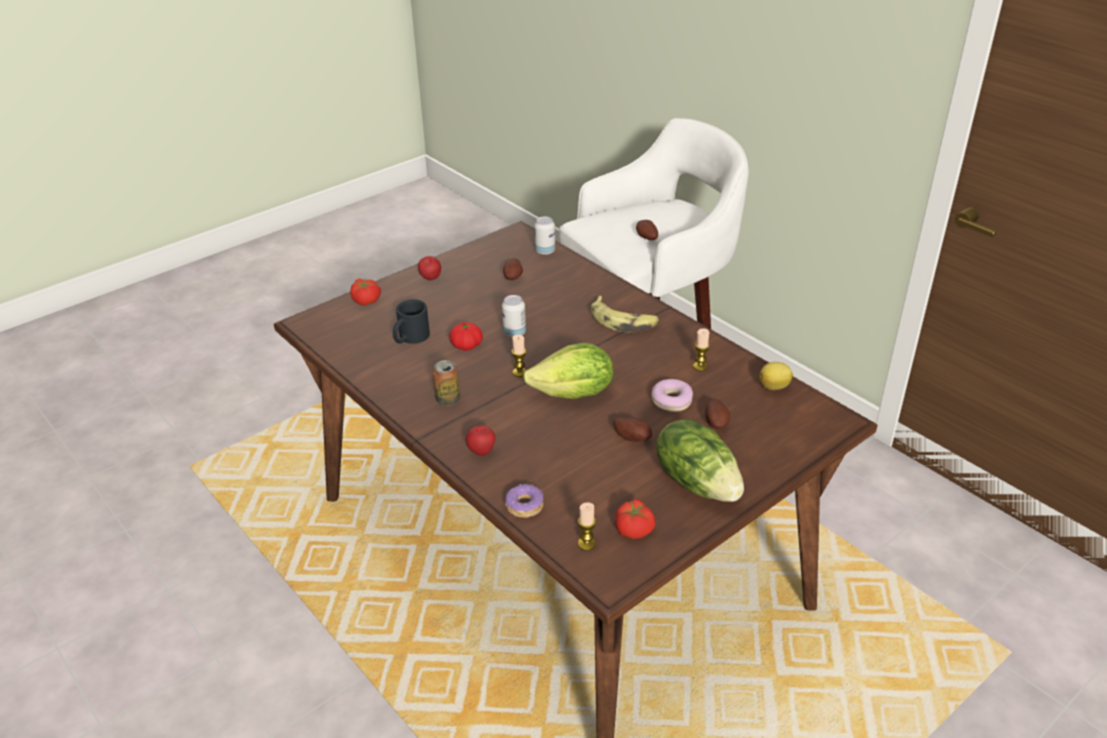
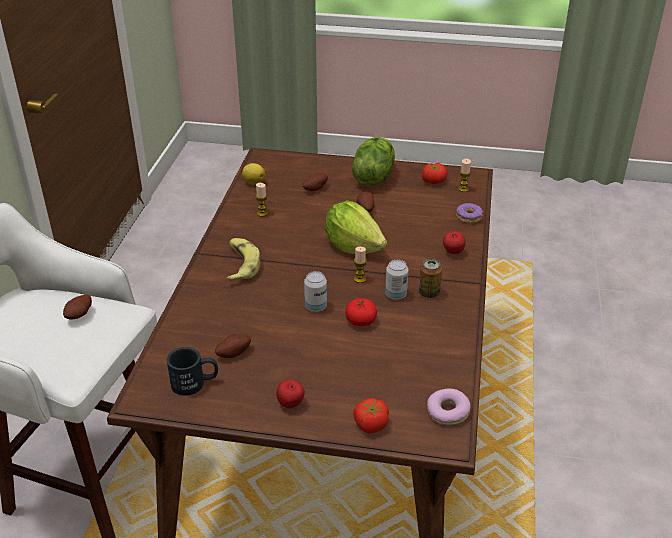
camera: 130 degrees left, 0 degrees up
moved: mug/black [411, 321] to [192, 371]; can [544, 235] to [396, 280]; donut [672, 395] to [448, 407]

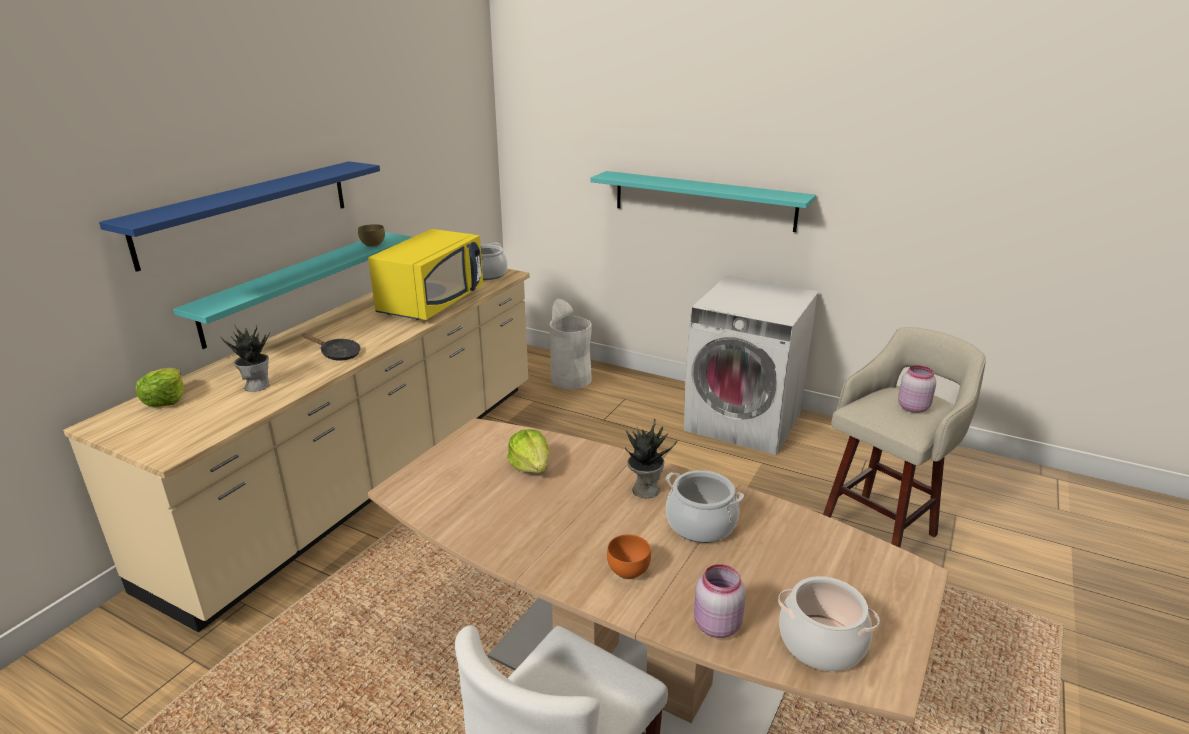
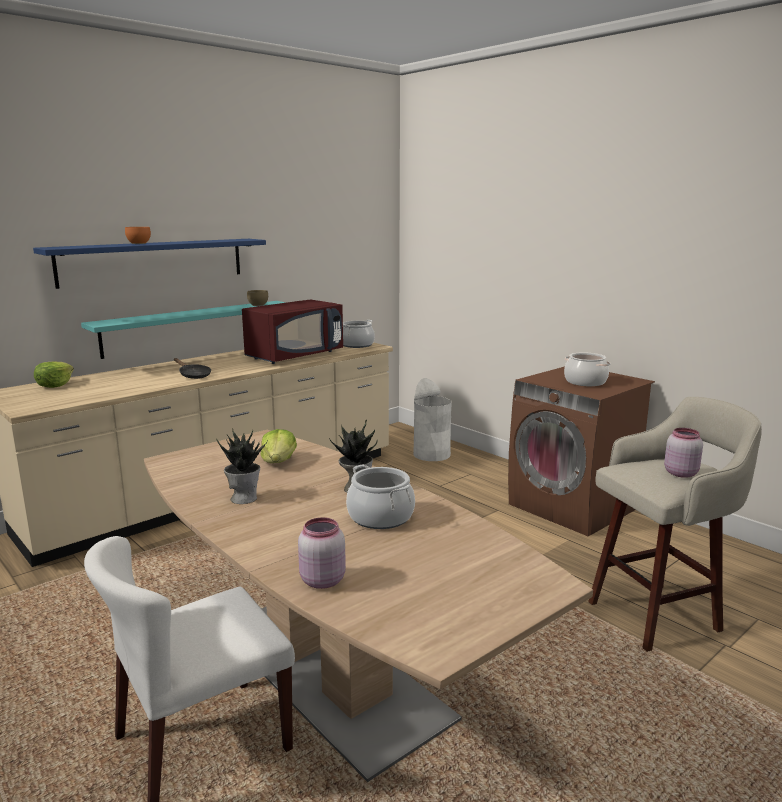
camera: 20 degrees right, 10 degrees down
removed: shelf/turquoise [703, 201]
moved: potted plant [245, 358] to [242, 466]; bowl/orange [629, 556] to [138, 235]; cooking pot [829, 623] to [587, 369]
recoloured: microwave/yellow [425, 274] to microwave/red [292, 332]; washing machine/white [751, 365] to washing machine/brown [581, 451]

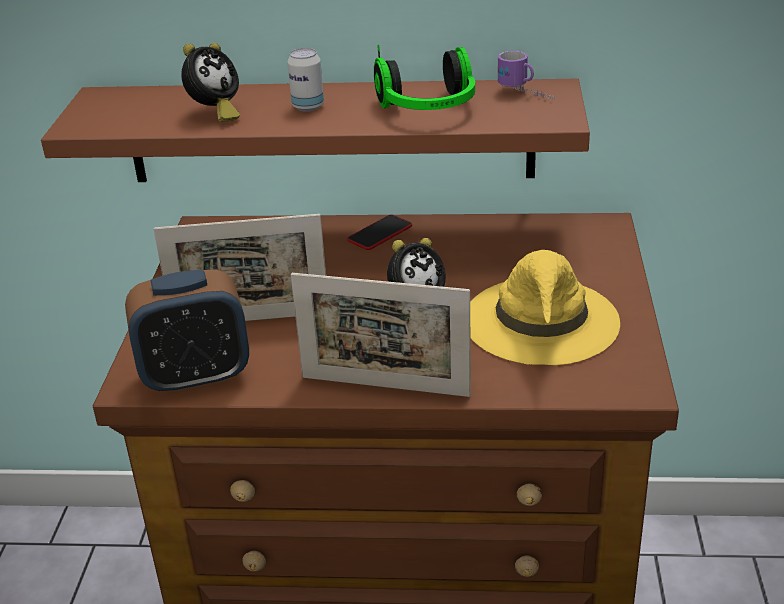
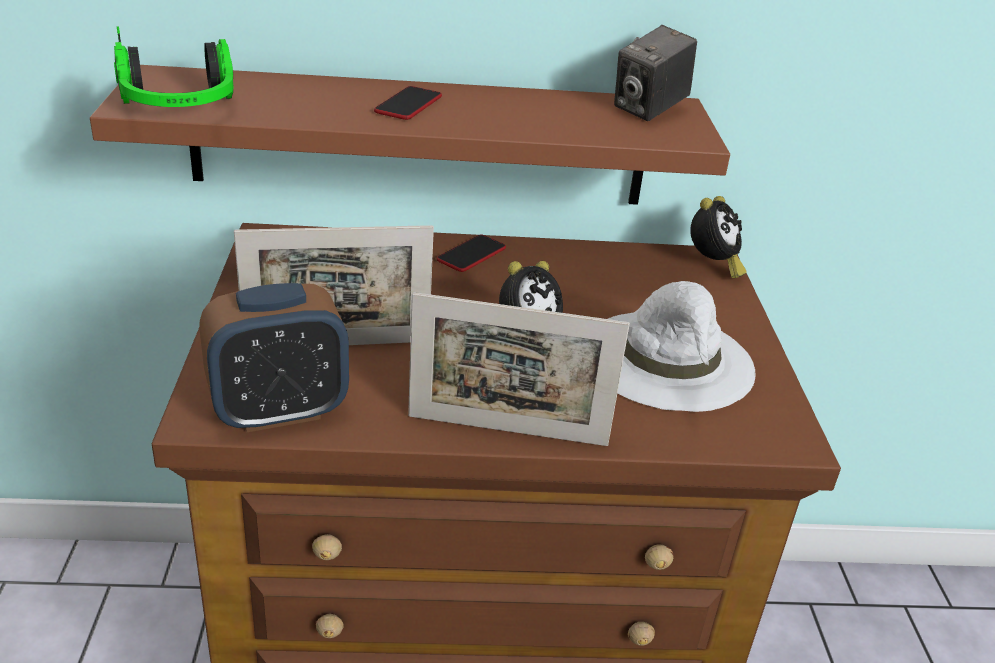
camera: 10 degrees left, 0 degrees up
moved: alarm clock [210, 82] to [718, 237]; headphones [424, 77] to [174, 67]
replaced: can [305, 80] to phone [408, 103]; mug [526, 76] to photo camera [655, 73]
recoloured: hat/yellow [545, 307] to hat/white [681, 346]

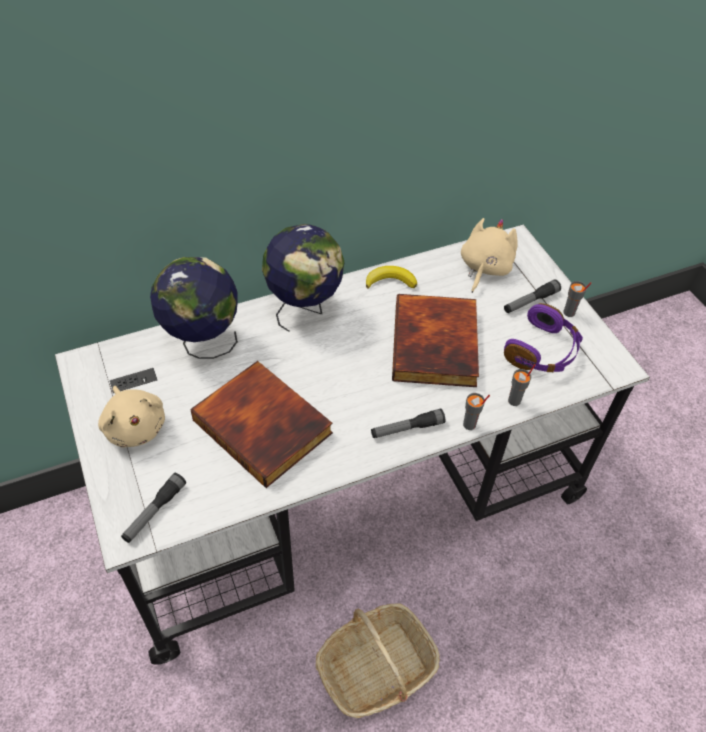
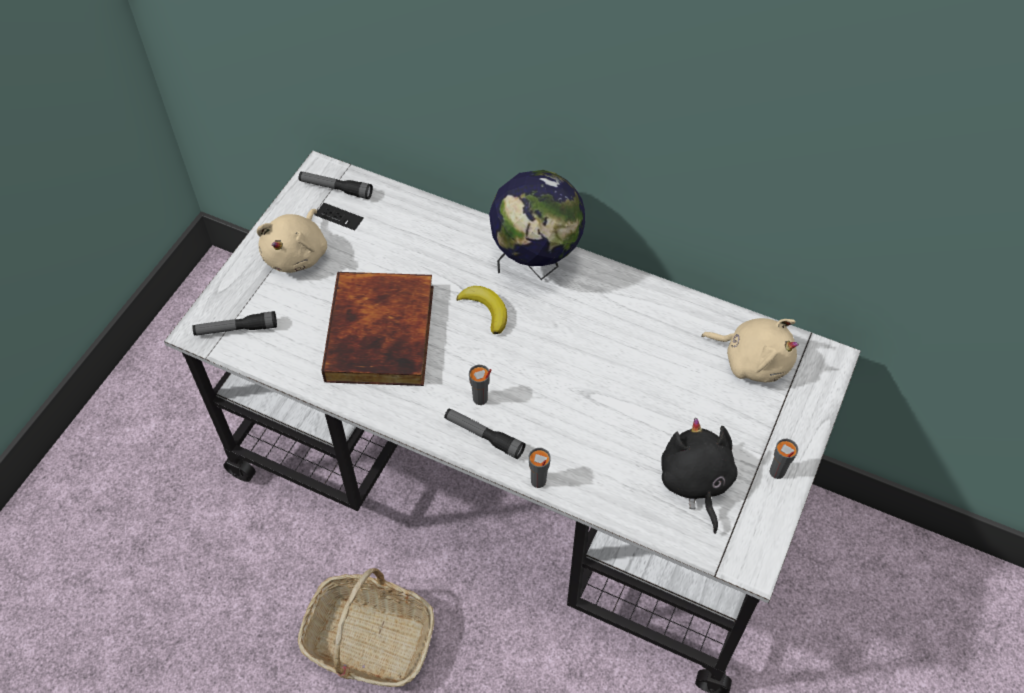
camera: 50 degrees right, 5 degrees up
removed: globe [194, 308]; book [435, 340]
moved: banana [391, 277] to [482, 310]; flashlight [532, 296] to [336, 185]; cup/grey [522, 385] to [480, 385]
replaced: headphones/purple [543, 337] to plush toy/black [699, 476]
turned: plush toy/beige [489, 255] = [750, 350] 45 degrees clockwise

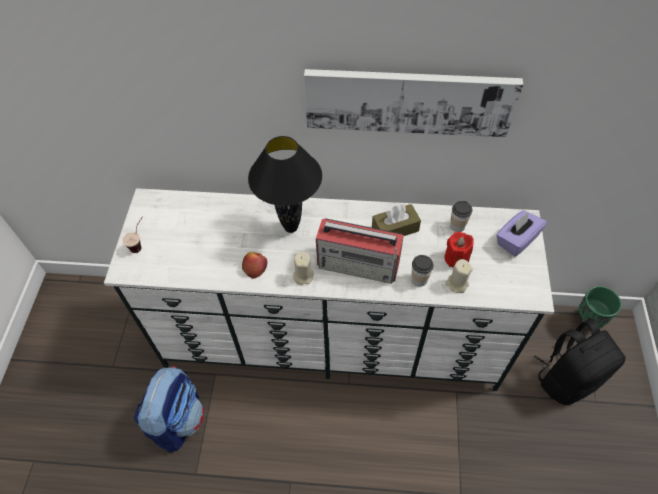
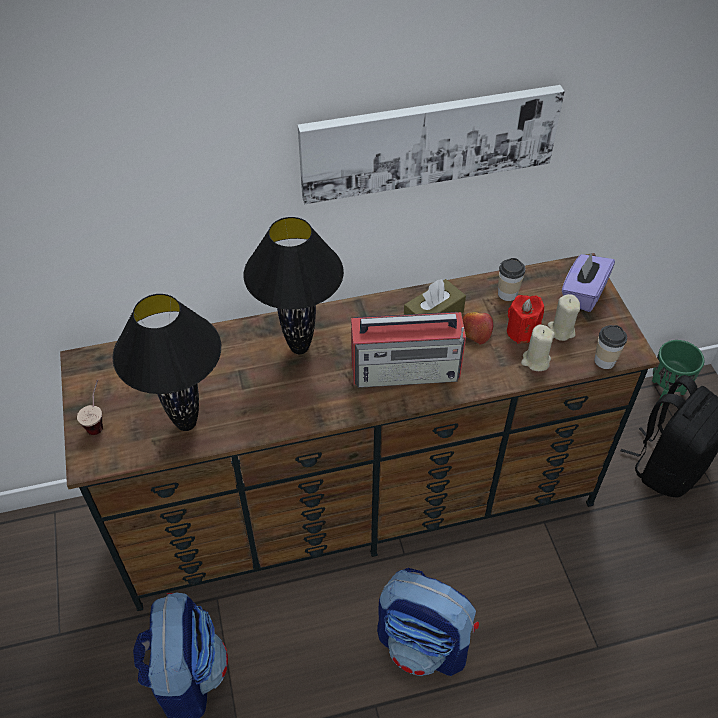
camera: 20 degrees left, 5 degrees down
added: table lamp/black [166, 362]; backpack [428, 622]
moved: apple [254, 265] to [477, 328]; candle/beige [303, 268] to [564, 317]; cup [423, 271] to [610, 347]
recoloured: dresser/white [329, 289] to dresser/brown [360, 432]

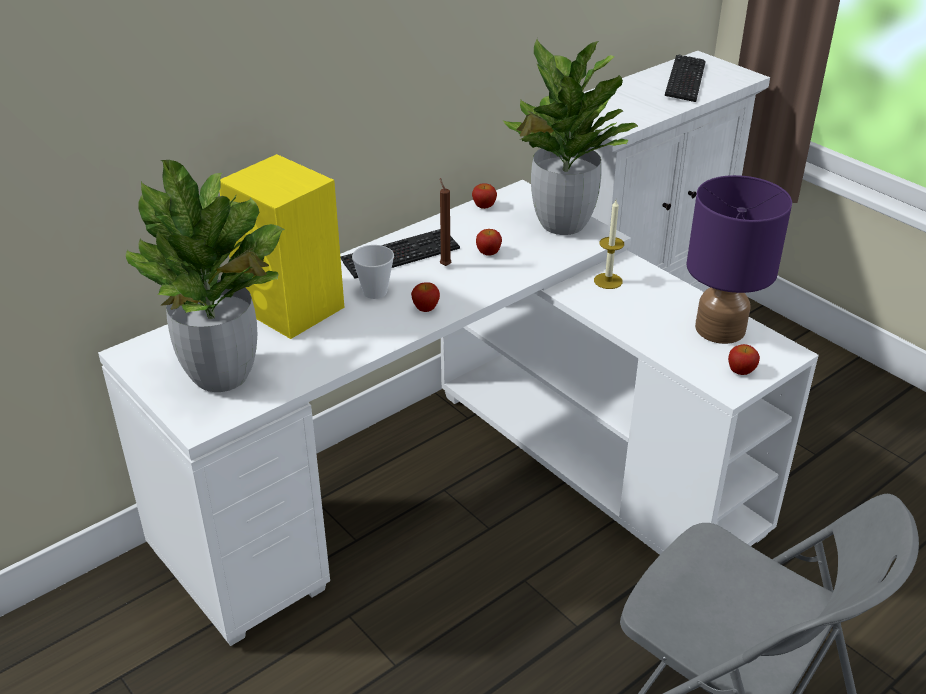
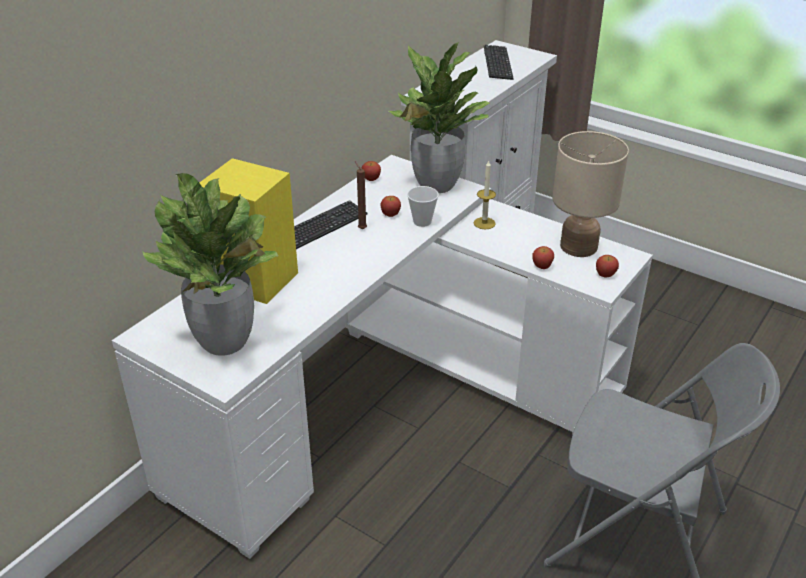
camera: 15 degrees left, 0 degrees up
moved: cup [373, 272] to [423, 206]; apple [425, 297] to [543, 257]
recoloured: table lamp/purple [739, 259] to table lamp/beige [590, 194]

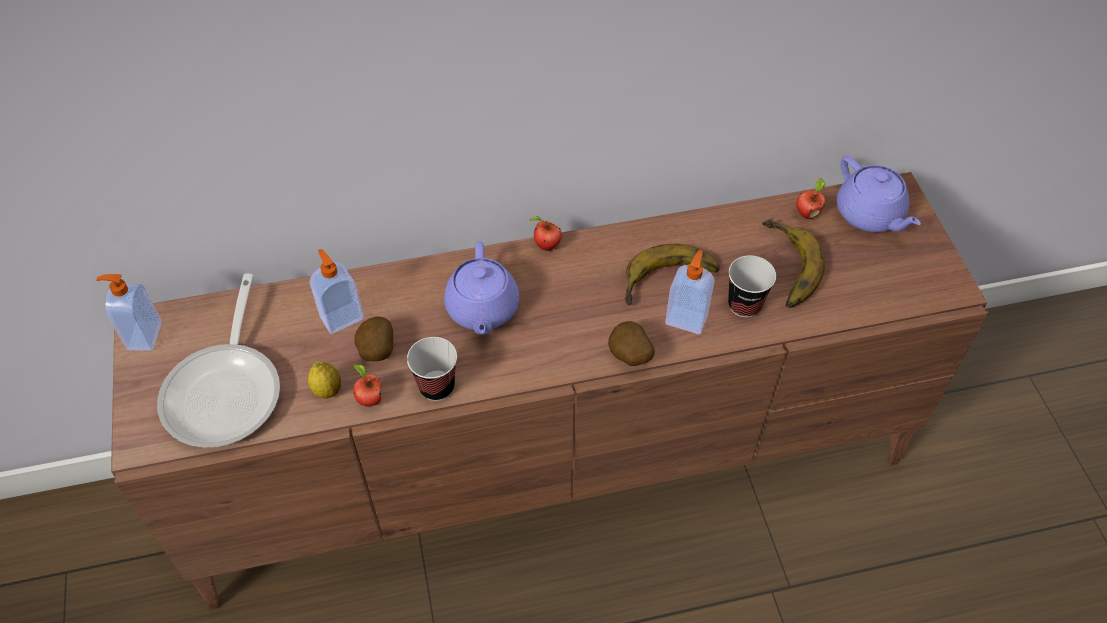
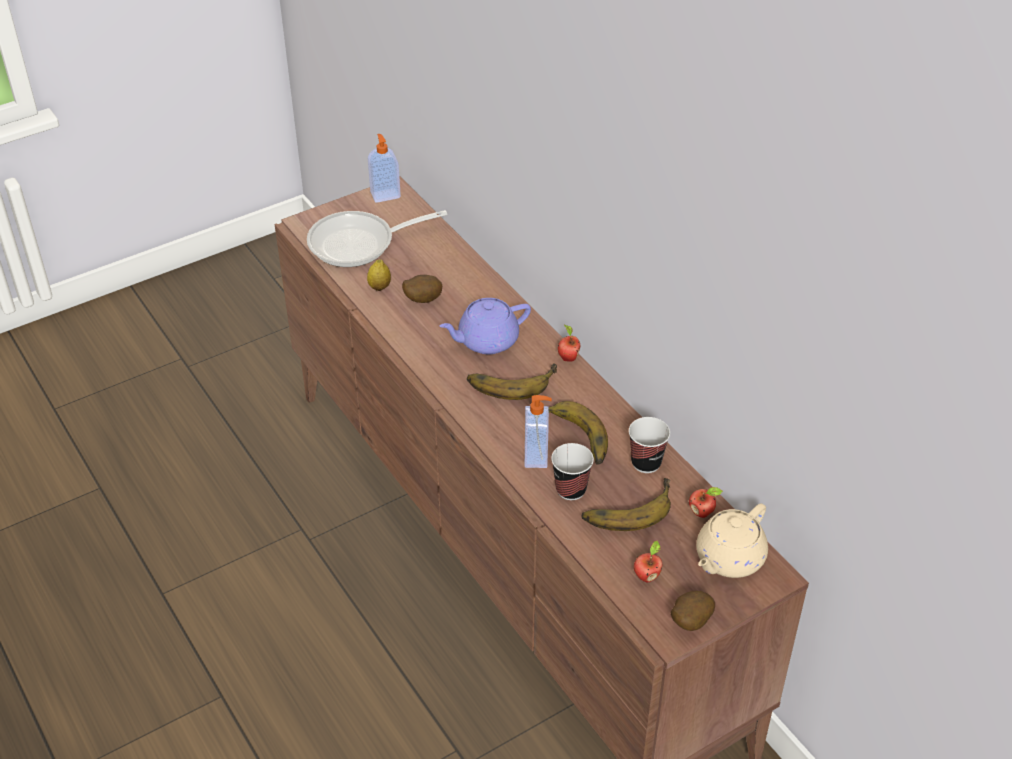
camera: 70 degrees right, 10 degrees down
removed: soap dispenser [337, 291]
added: banana [512, 381]
moved: apple [367, 385] to [648, 561]; cup [432, 369] to [649, 445]; potato [631, 343] to [693, 611]
recoloured: teapot/purple [879, 194] to teapot/beige [732, 540]

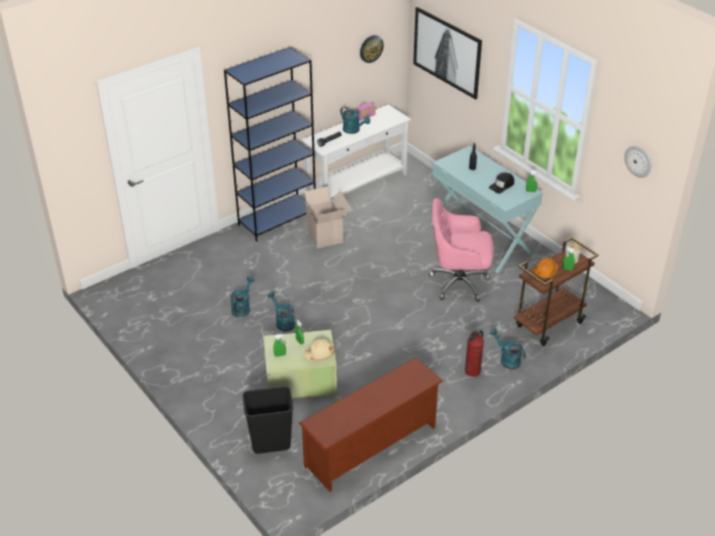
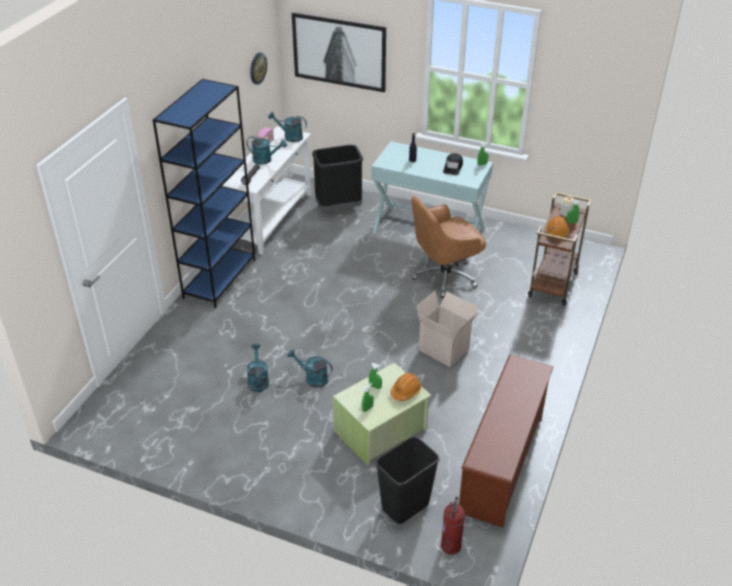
camera: 30 degrees left, 0 degrees up
removed: wall clock [637, 162]
added: trash can/black [337, 178]
moved: cardboard box [326, 217] to [447, 328]; fire extinguisher [474, 353] to [453, 526]; watering can/turquoise [508, 349] to [287, 127]
recoloured: hard hat/beige [319, 350] to hard hat/orange [405, 387]; office chair/pink [461, 249] to office chair/brown [448, 247]

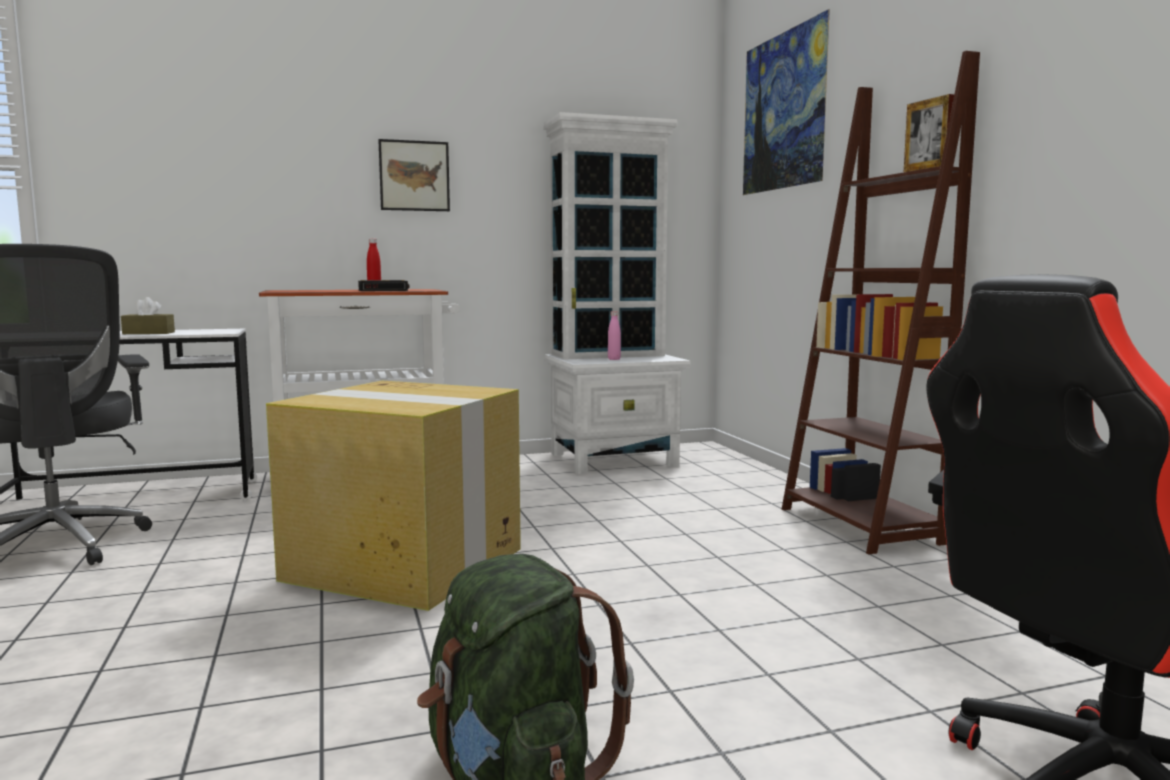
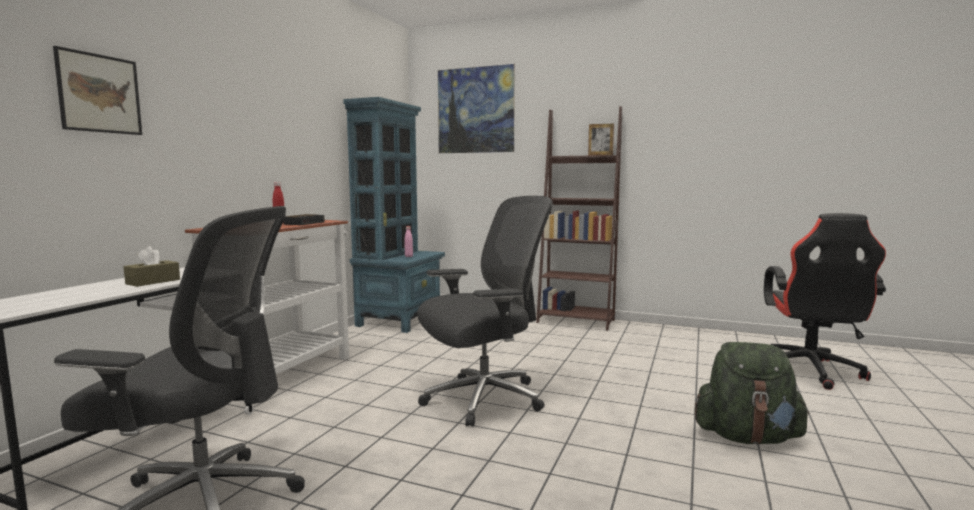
camera: 50 degrees left, 0 degrees up
moved: picture [414, 175] to [97, 90]
replaced: cardboard box [393, 496] to office chair [485, 311]
recoloured: cabinet/white [616, 293] to cabinet/blue [394, 215]

